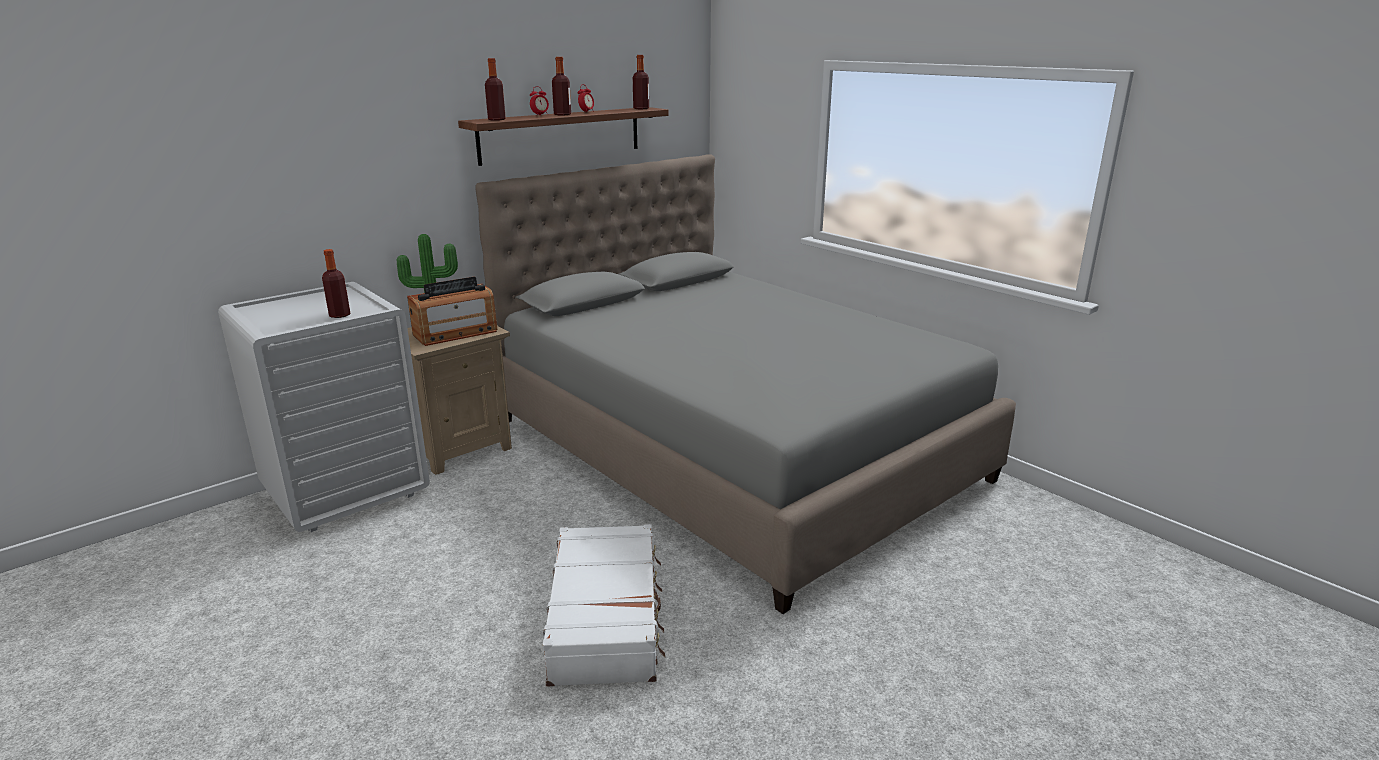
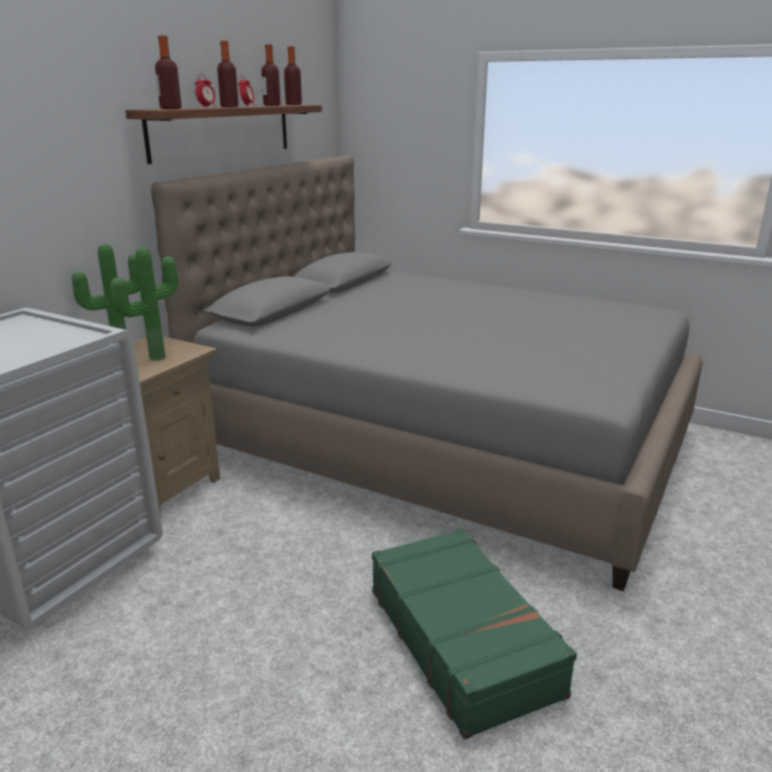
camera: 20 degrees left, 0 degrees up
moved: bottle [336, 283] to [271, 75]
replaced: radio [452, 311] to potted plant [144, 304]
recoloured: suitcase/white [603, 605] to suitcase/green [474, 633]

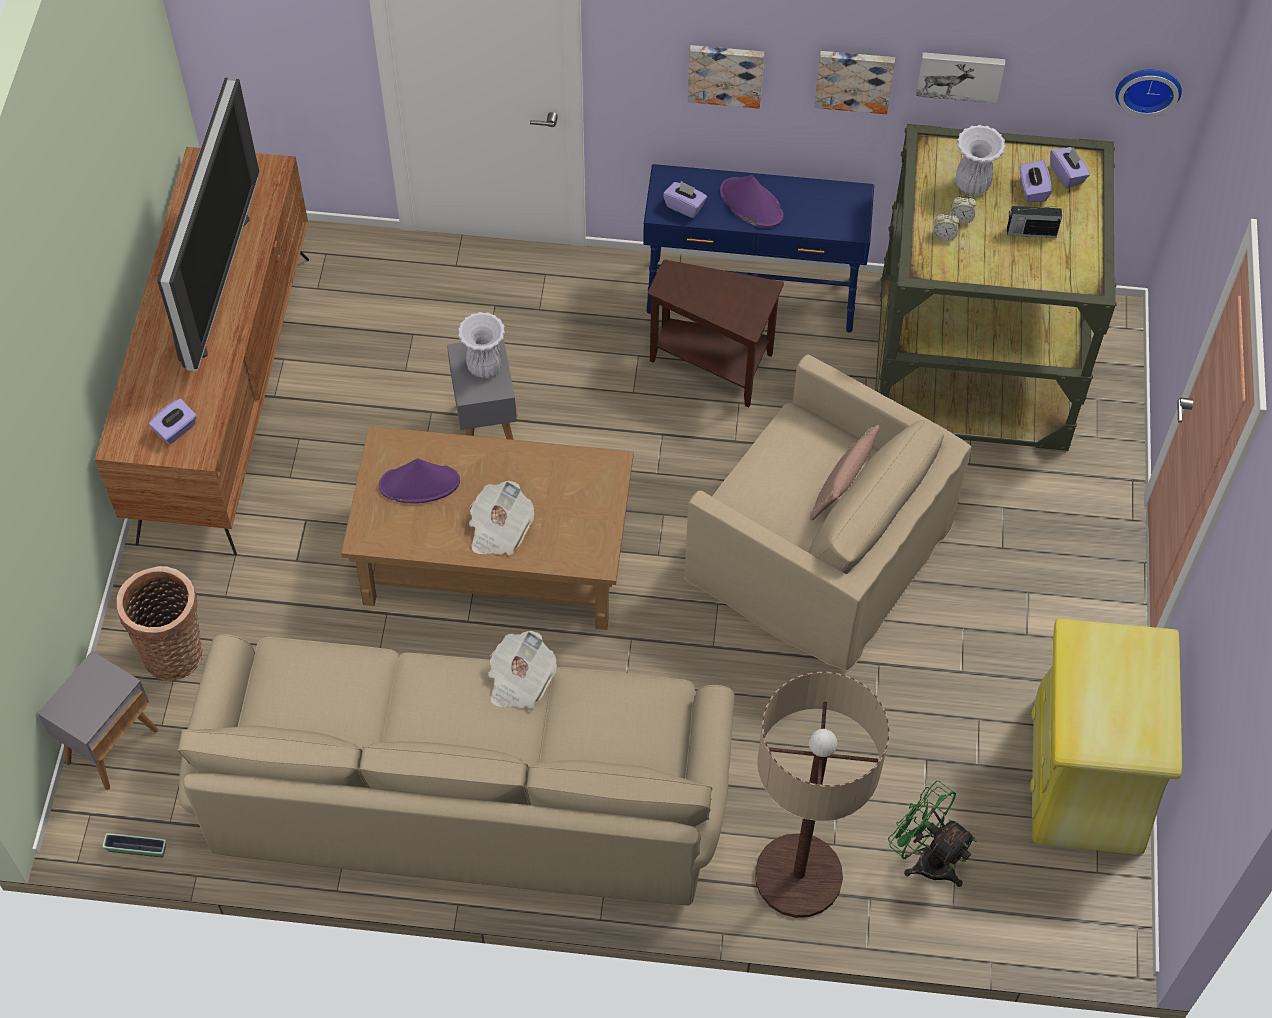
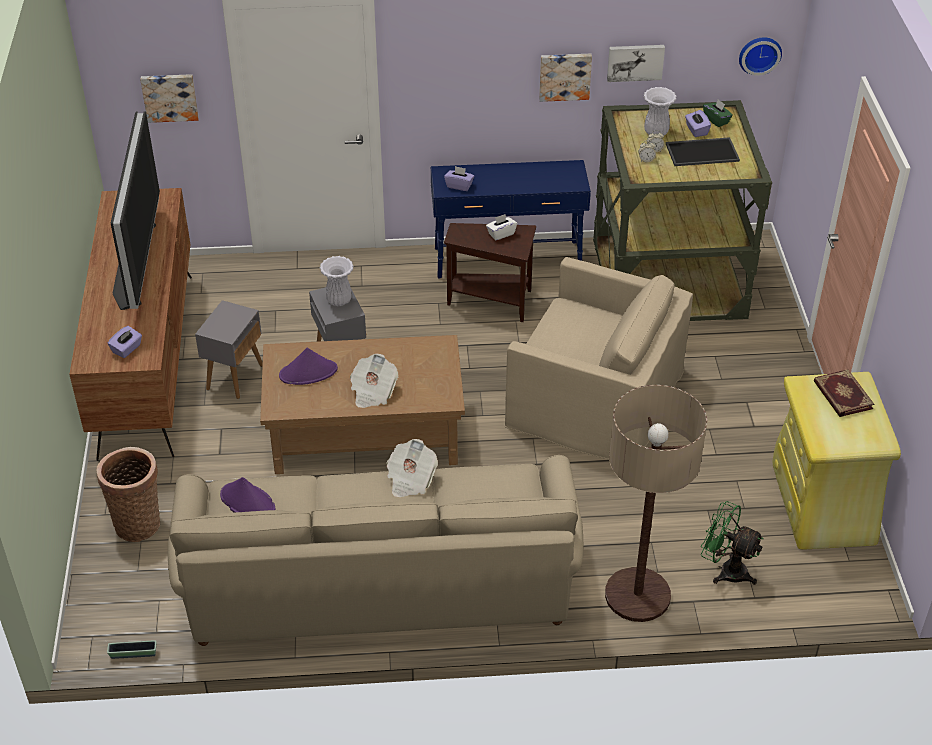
camera: 10 degrees left, 15 degrees down
removed: pillow/beige [845, 472]
added: tissue box/white [501, 227]; book [844, 393]
moved: side table/grey [97, 720] to [229, 349]; picture [726, 77] to [169, 98]; hat/purple [751, 201] to [248, 494]
replaced: radio [1034, 222] to tray [703, 151]
recoloured: tissue box/purple [1070, 167] to tissue box/green [718, 113]

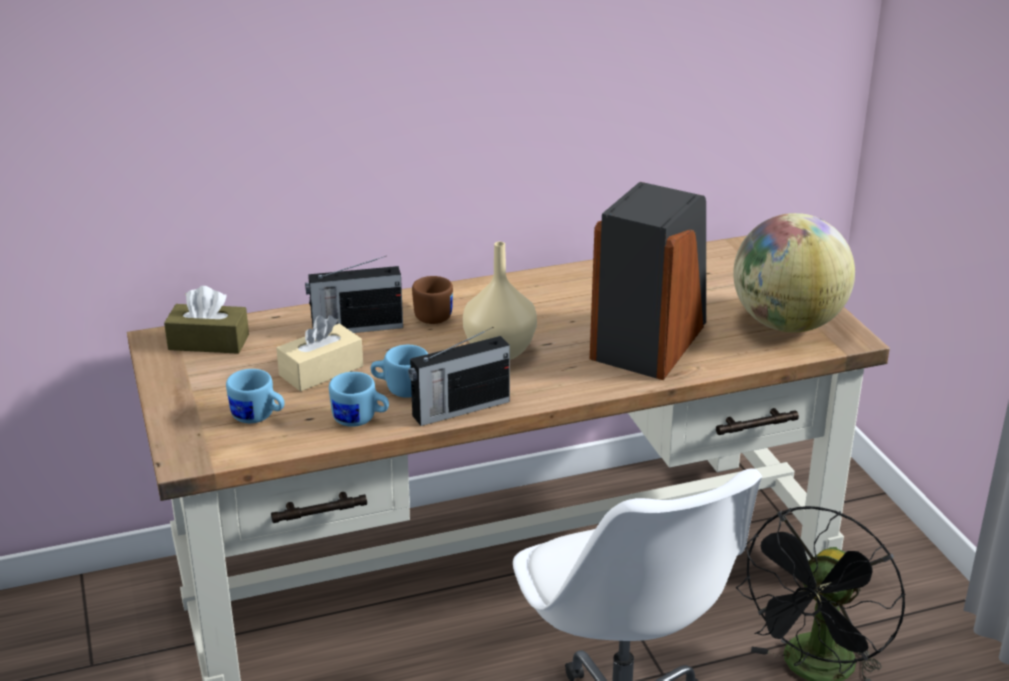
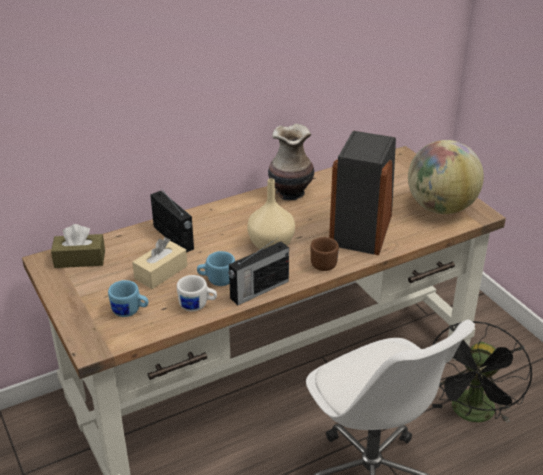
camera: 10 degrees left, 5 degrees up
added: vase [291, 162]
moved: mug/brown [432, 300] to [324, 254]
recoloured: mug/blue [359, 399] to mug/white [197, 293]
turned: radio [354, 294] = [172, 219] 105 degrees counterclockwise

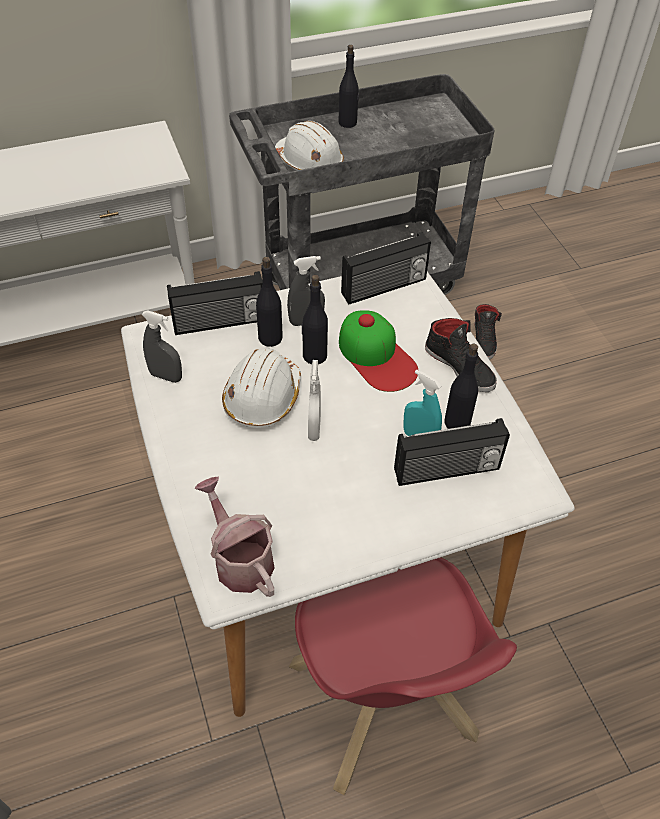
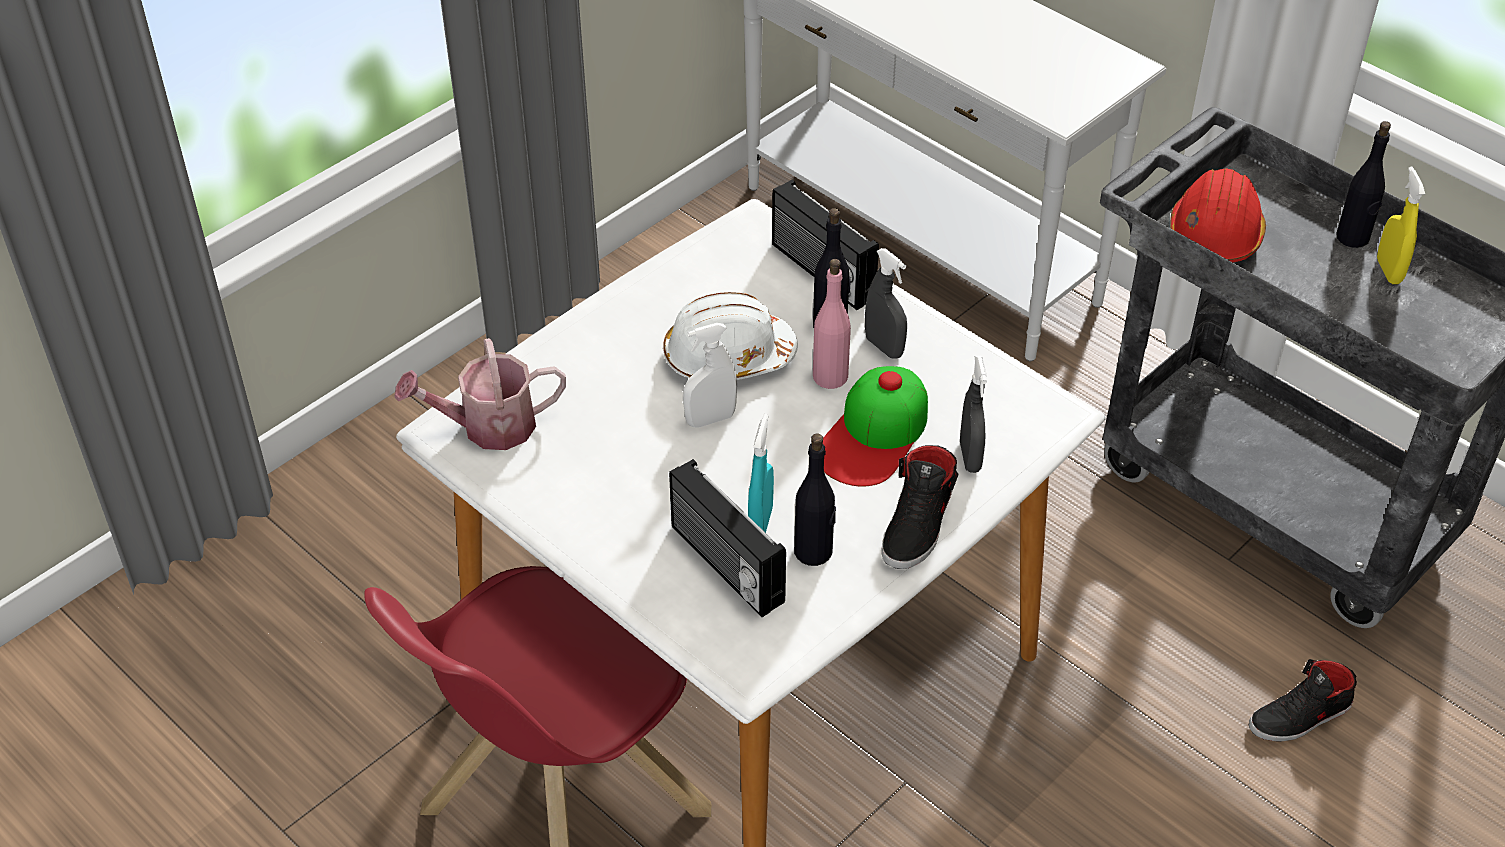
camera: 65 degrees right, 5 degrees down
removed: radio [386, 268]
added: spray bottle/yellow [1401, 225]
moved: spray bottle/grey [162, 347] to [973, 414]
recoloured: hard hat/white [309, 145] to hard hat/red [1218, 215]; bottle/black [315, 319] to bottle/pink [832, 324]
turned: watering can [235, 537] = [480, 394] 135 degrees counterclockwise

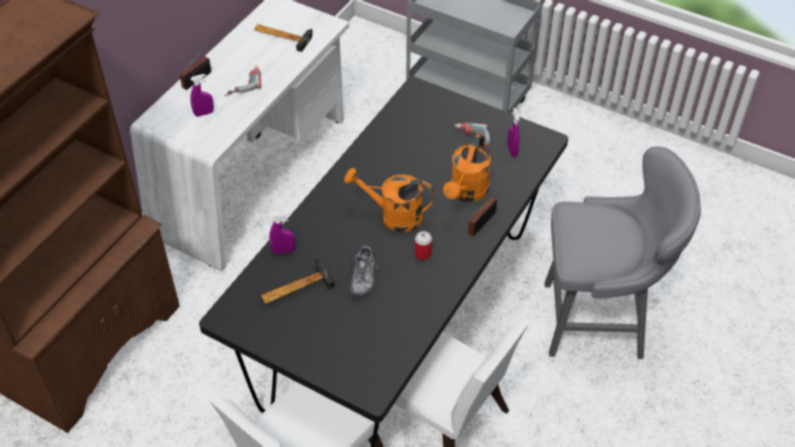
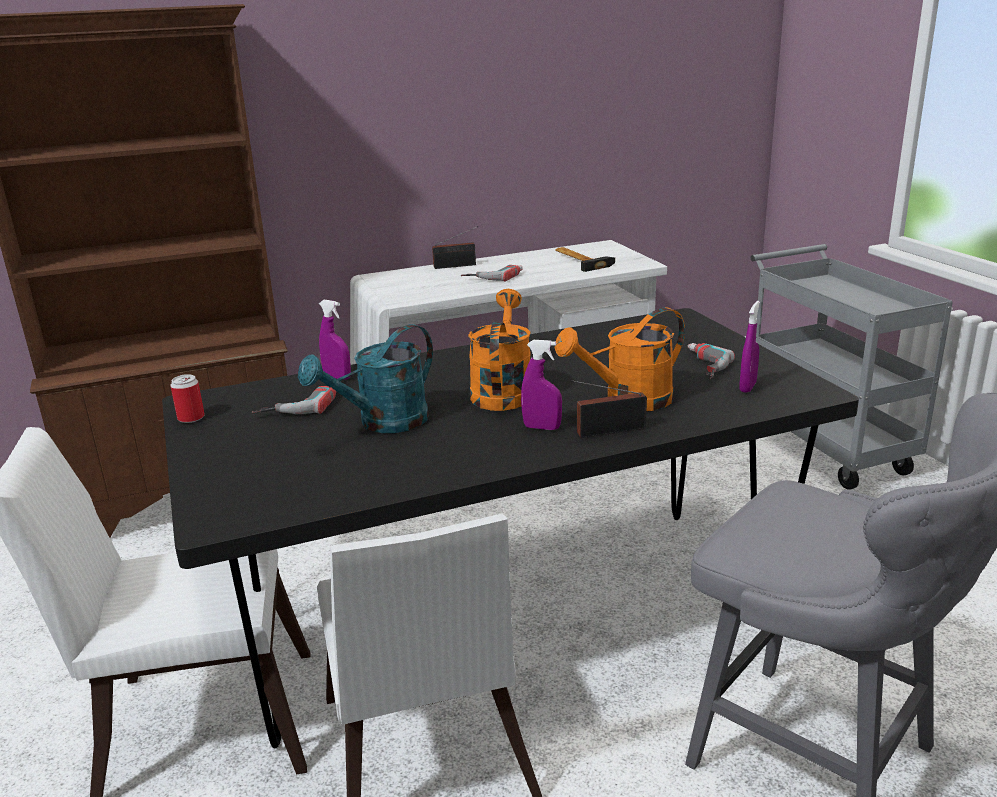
camera: 40 degrees right, 25 degrees down
moved: spray bottle/purple [202, 95] to [541, 385]; can [423, 245] to [187, 398]
replaced: hammer [297, 281] to power drill [294, 400]; shoe [362, 270] to watering can/turquoise [365, 378]
turned: watering can/orange [389, 200] = [499, 350] 45 degrees clockwise

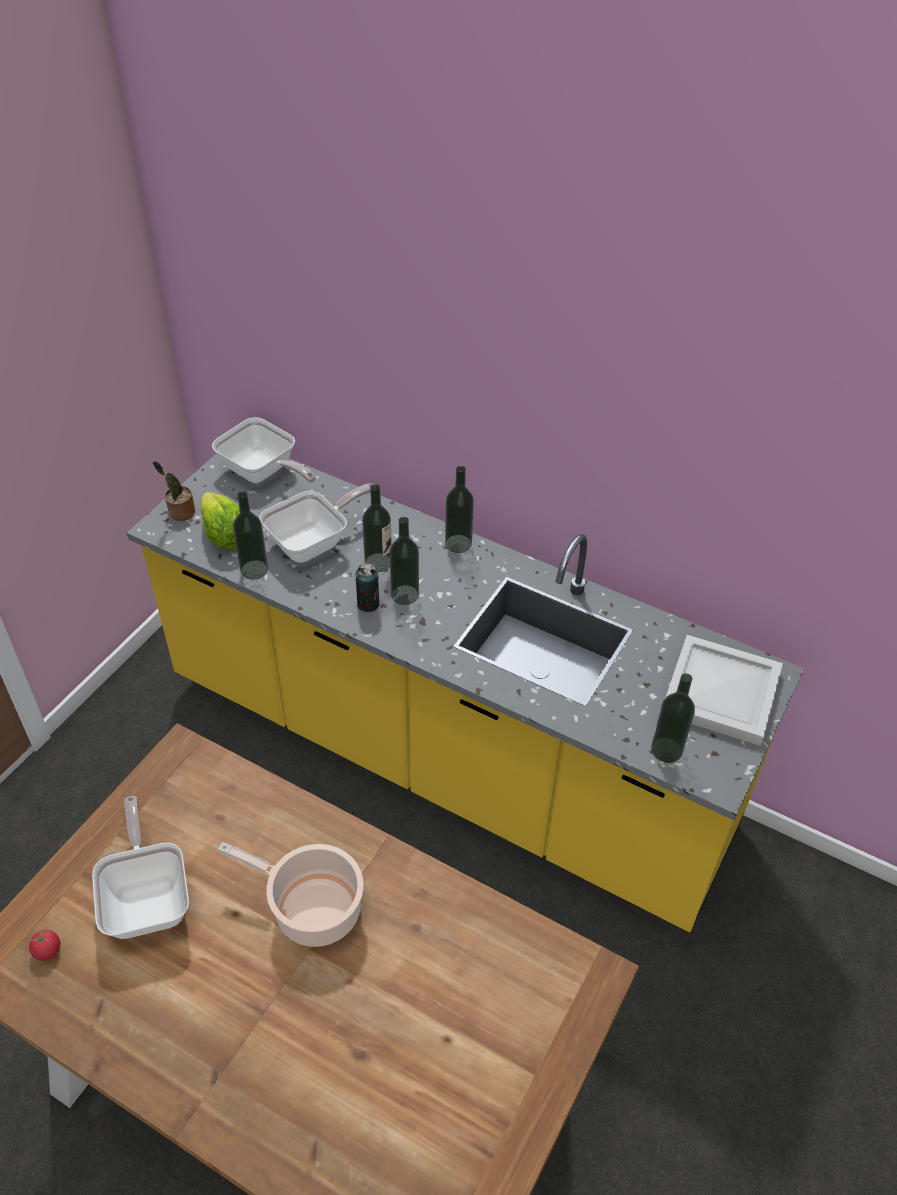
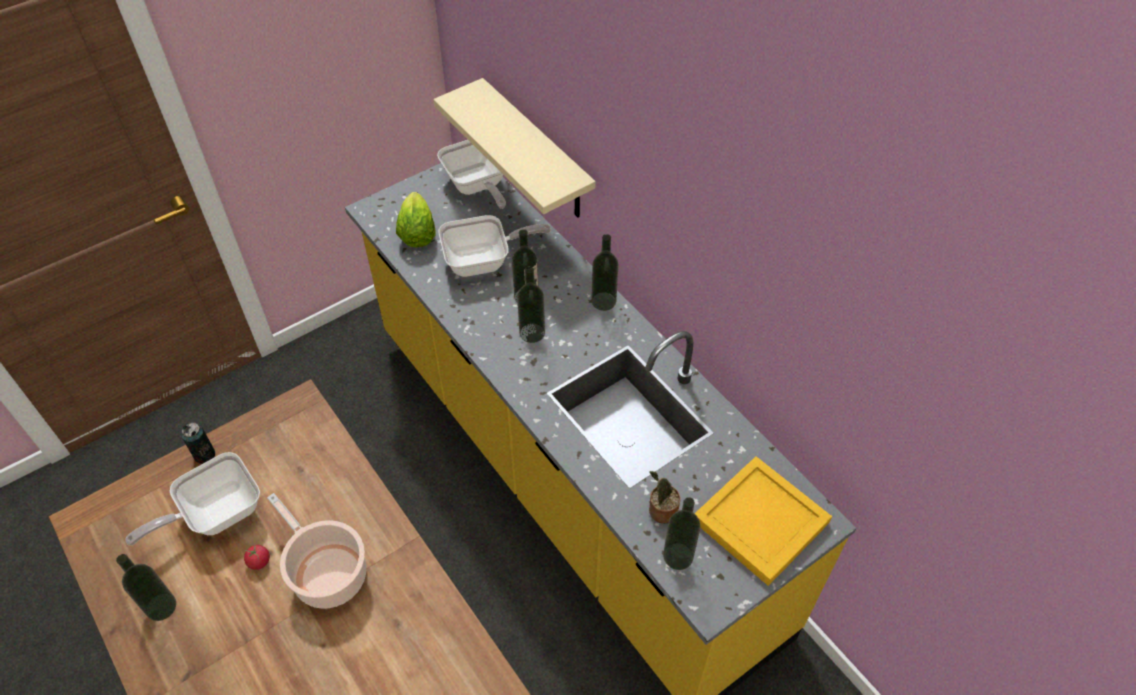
camera: 25 degrees right, 5 degrees up
added: shelf/beige [514, 148]
moved: tomato [44, 945] to [257, 557]; potted plant [174, 491] to [665, 497]; bottle [250, 535] to [146, 587]; can [367, 587] to [198, 443]
recoloured: tray/white [724, 690] to tray/yellow [763, 521]
turned: frying pan [140, 867] = [193, 499] 135 degrees counterclockwise

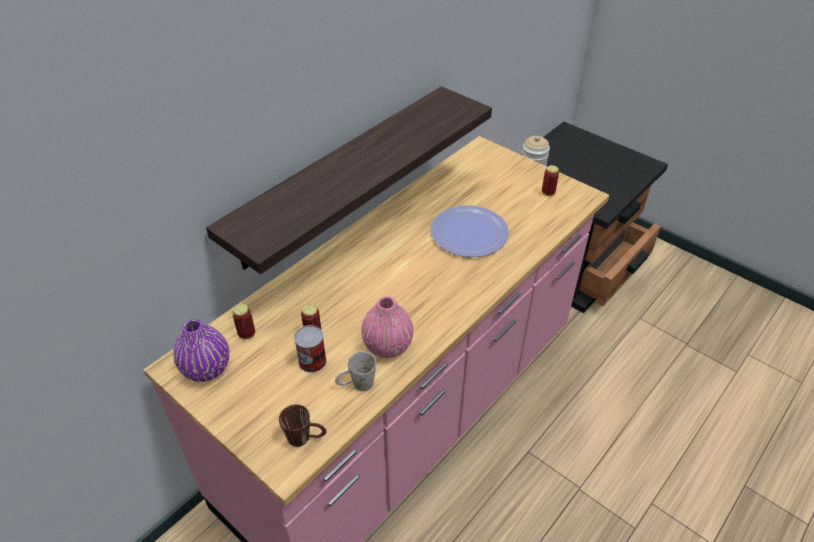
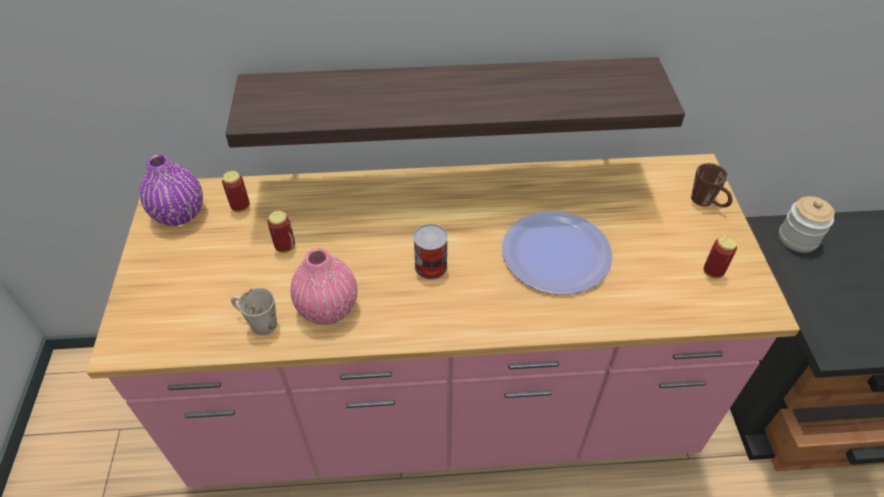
camera: 45 degrees right, 5 degrees up
moved: mug/brown [303, 425] to [712, 185]; can [310, 349] to [430, 252]

